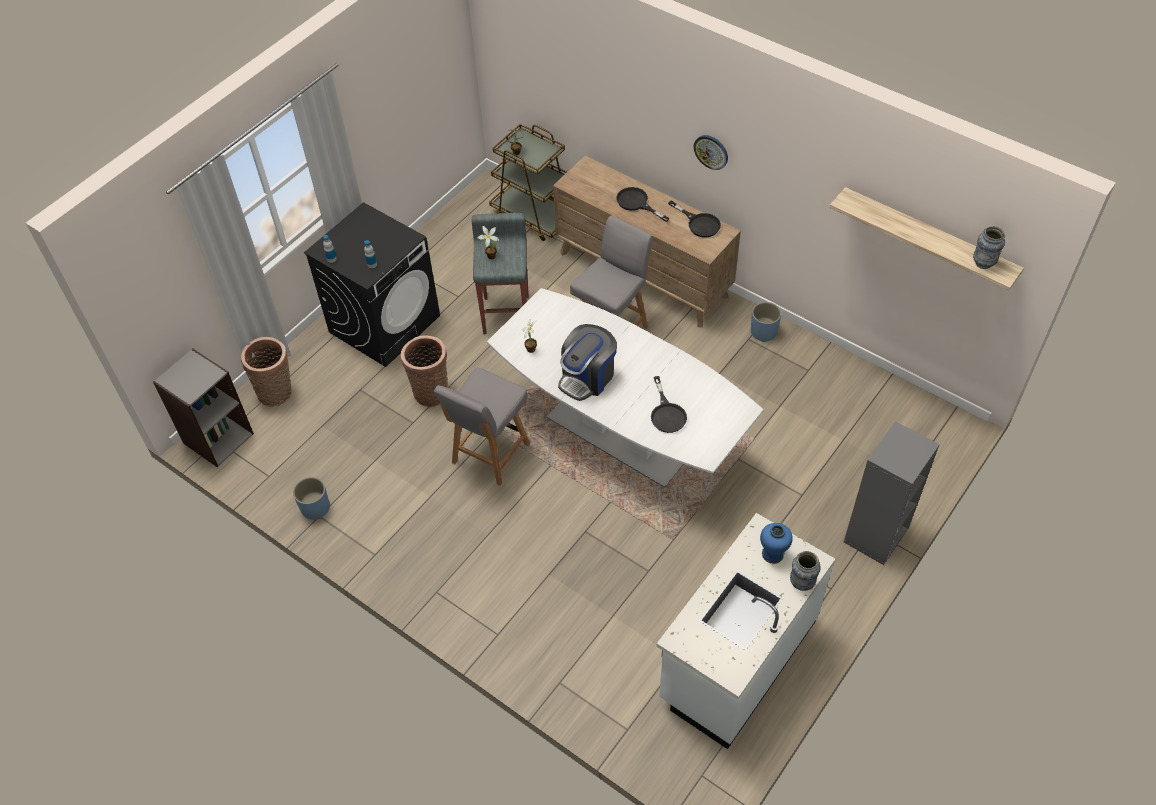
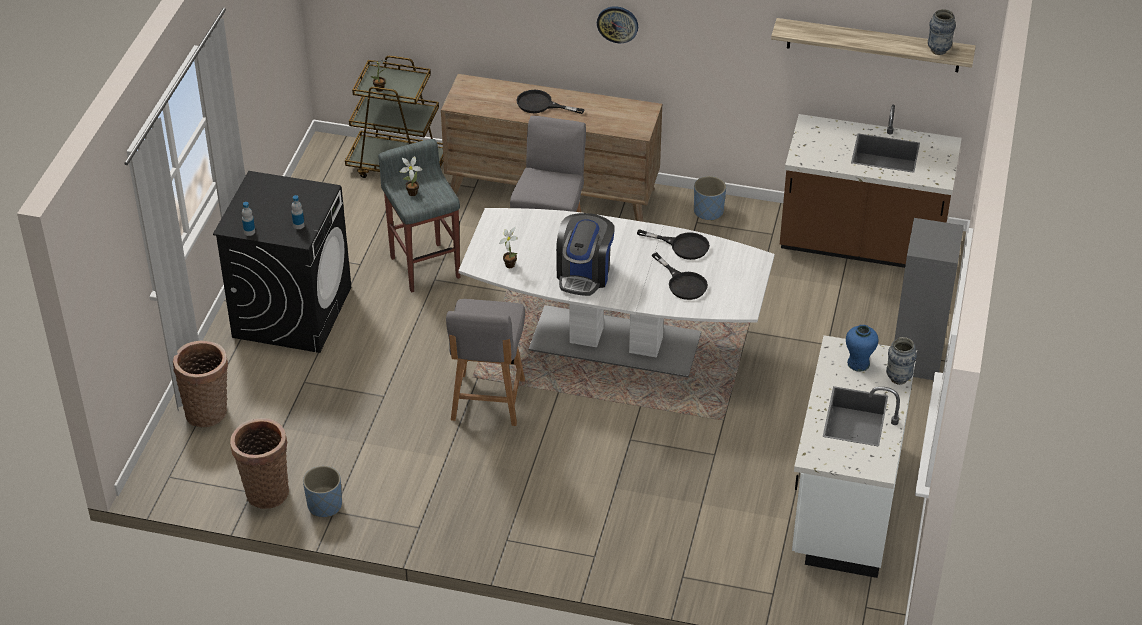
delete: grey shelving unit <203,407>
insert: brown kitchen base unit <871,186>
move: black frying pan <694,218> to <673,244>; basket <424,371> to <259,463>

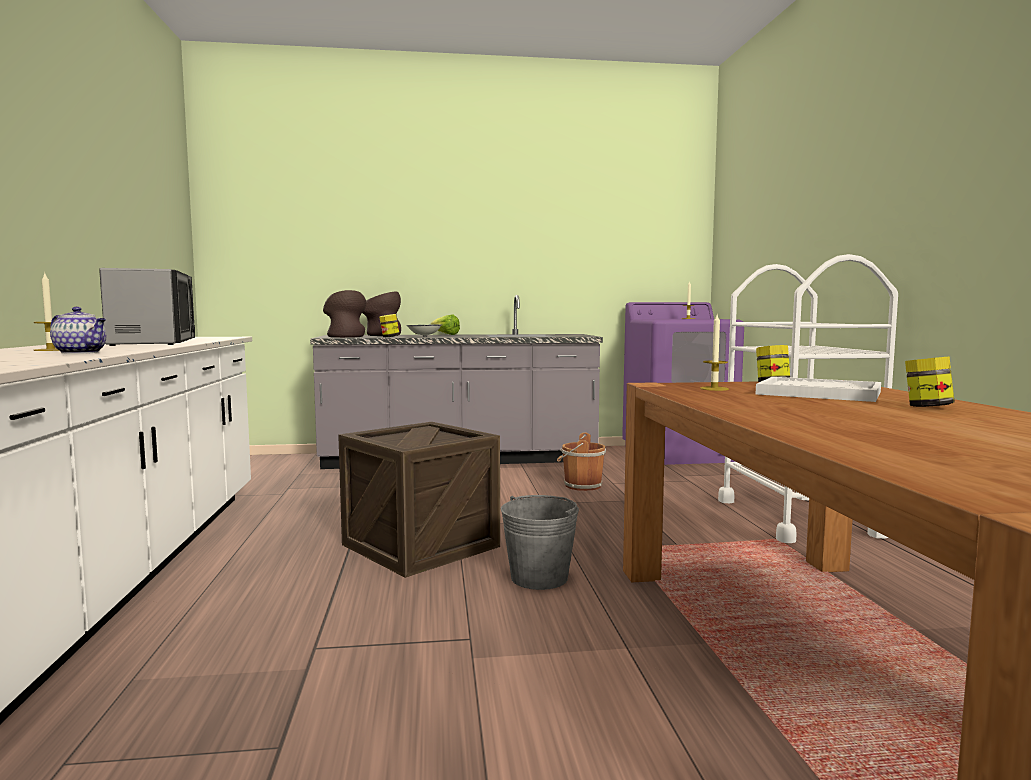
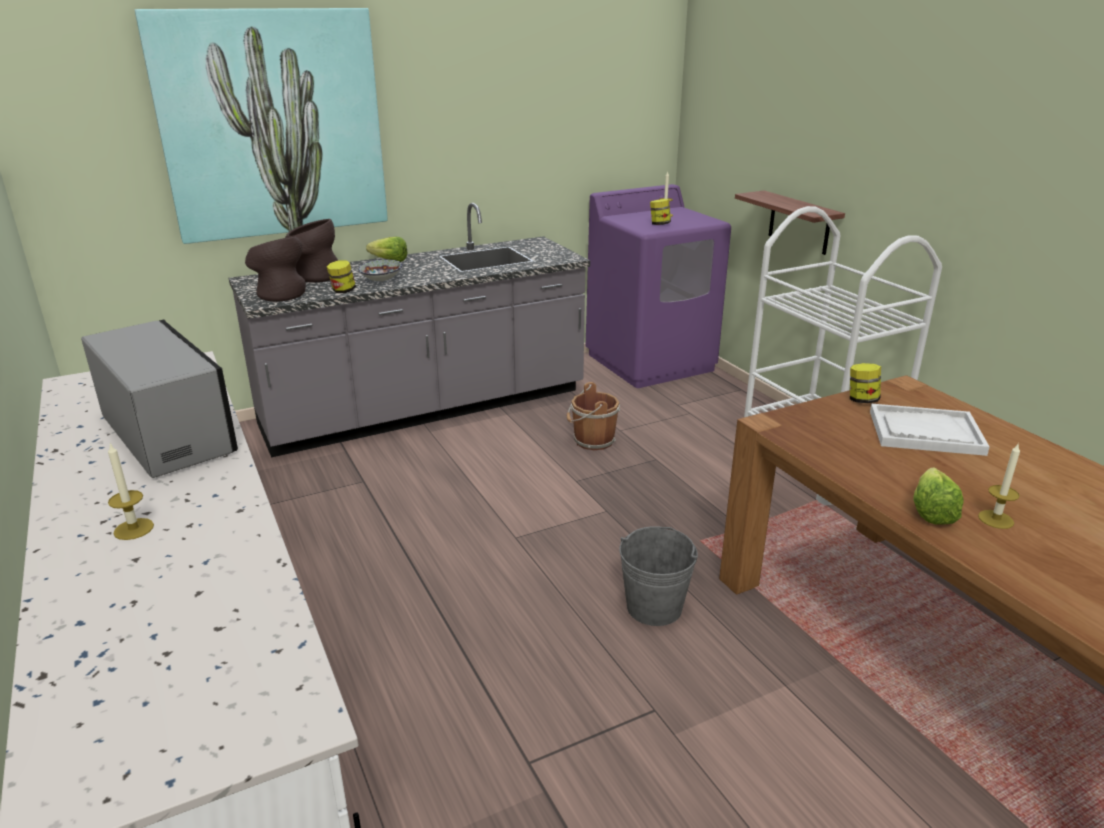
delete: pot for tea <78,330>; shipping crate <419,500>
insert: wall art <261,126>; shelf <790,223>; head of lettuce <938,496>
move: wax candle <714,353> to <999,486>; preserve jar <930,382> to <660,212>

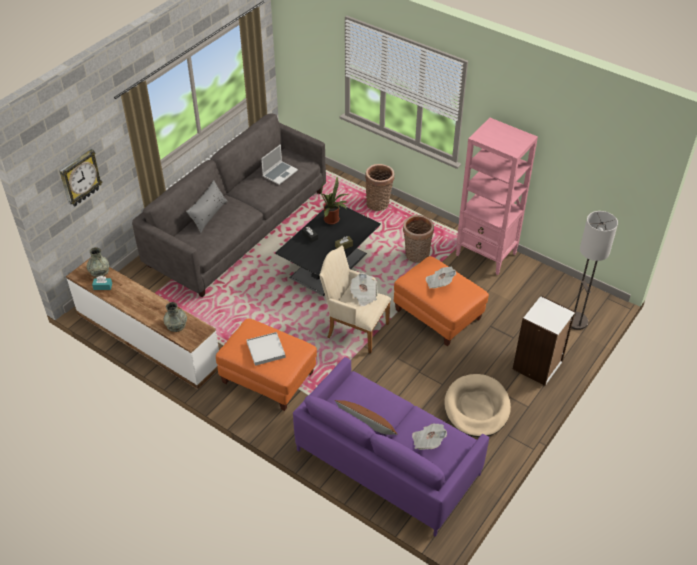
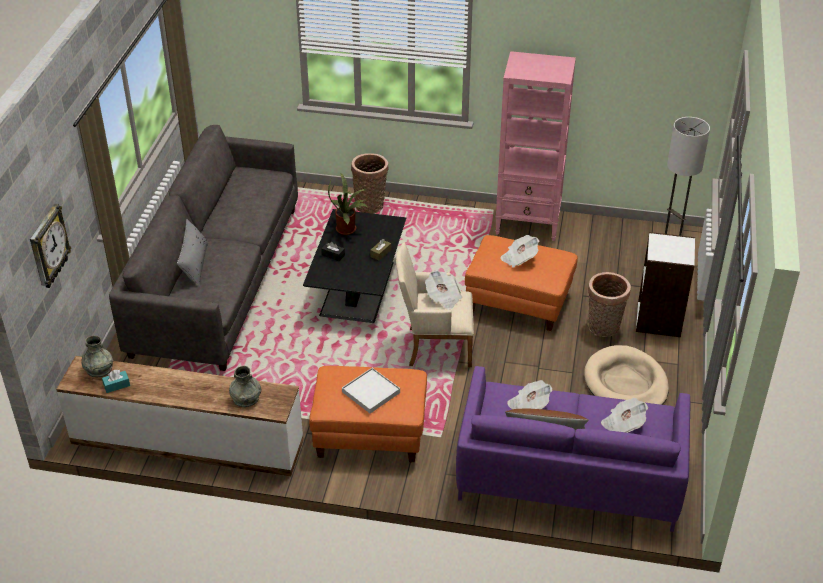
delete: laptop <279,164>
insert: daily paper <530,394>
move: basket <418,239> to <609,304>

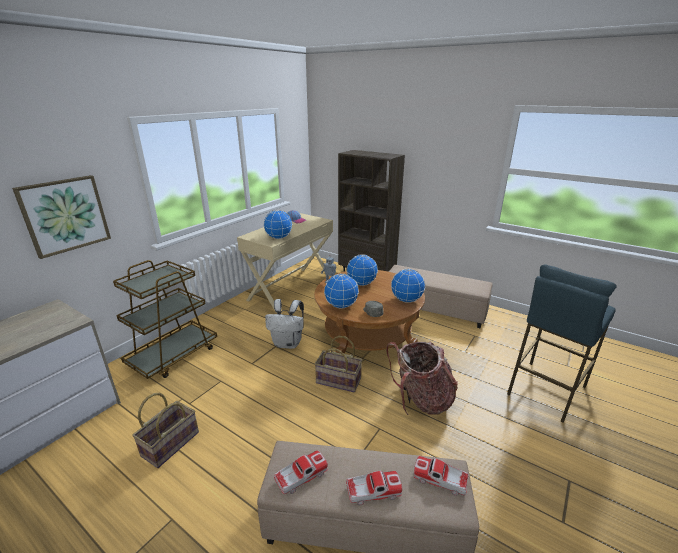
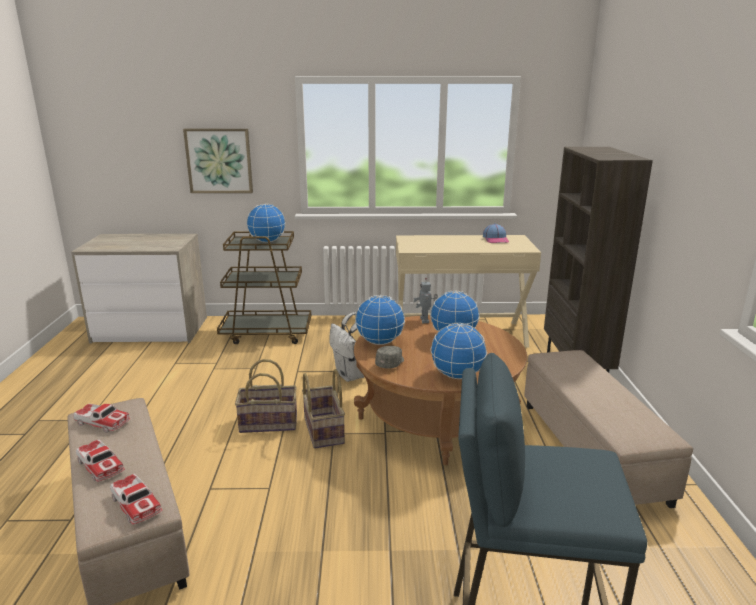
delete: knapsack <422,378>
move: world globe <277,224> to <266,223>; basket <165,430> to <266,396>
rotate: miniature car <441,476> = <136,499> 150 degrees clockwise

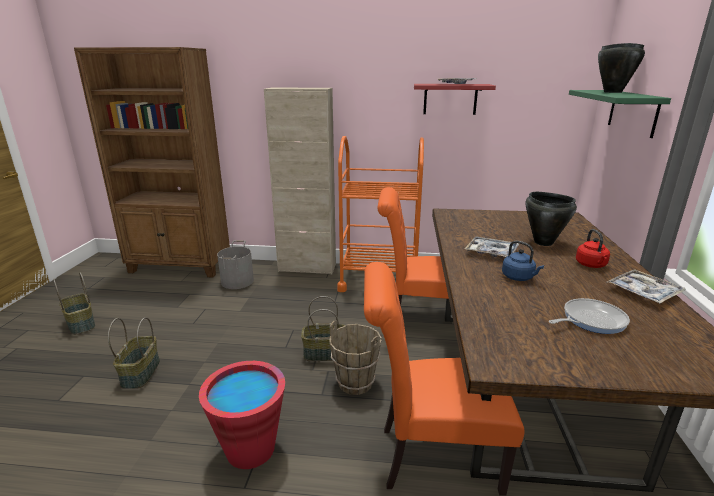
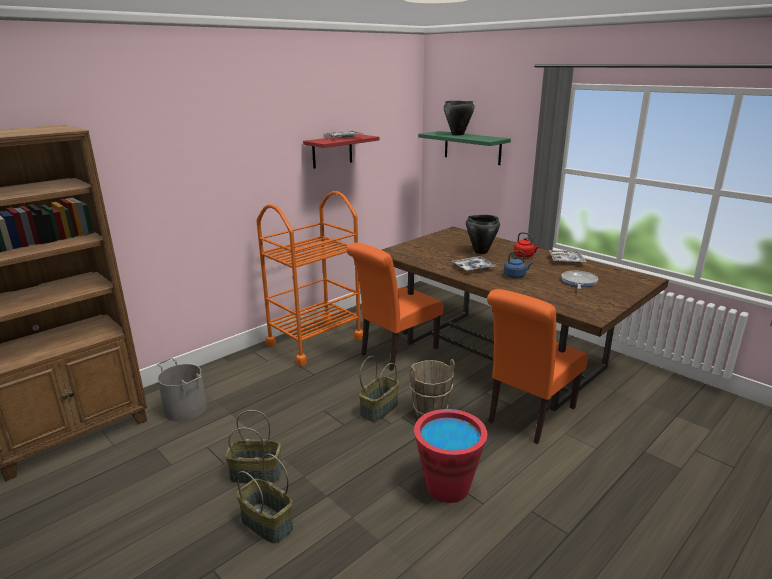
delete: beige cabinet <300,181>
move: basket <74,303> to <253,446>

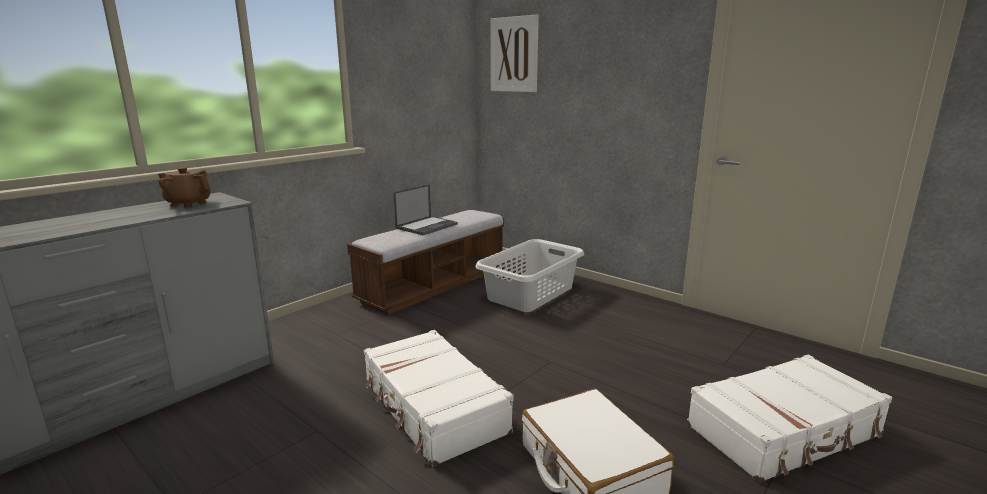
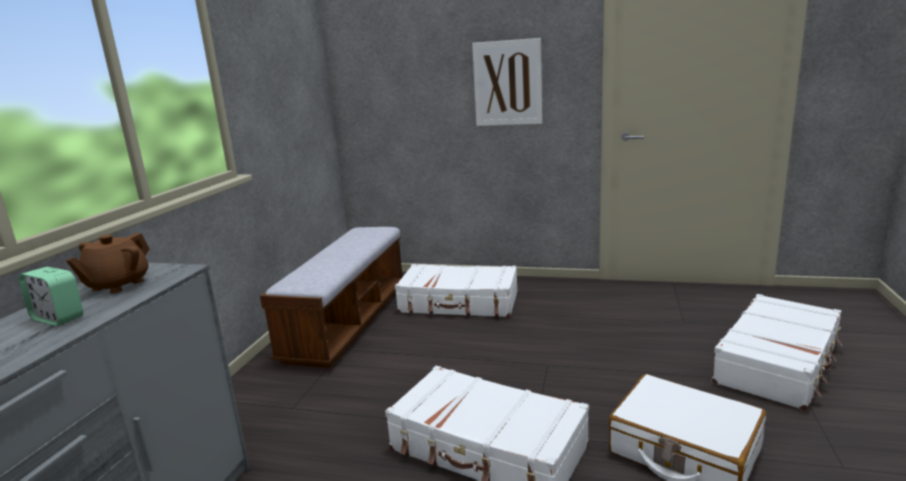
delete: laptop <425,209>
insert: alarm clock <51,296>
move: wall art <514,53> to <507,82>
replace: grey washing basket <529,275> to whitish suitcase <456,290>
rotate: brown pot for tea <184,187> = <108,263> 60 degrees counterclockwise

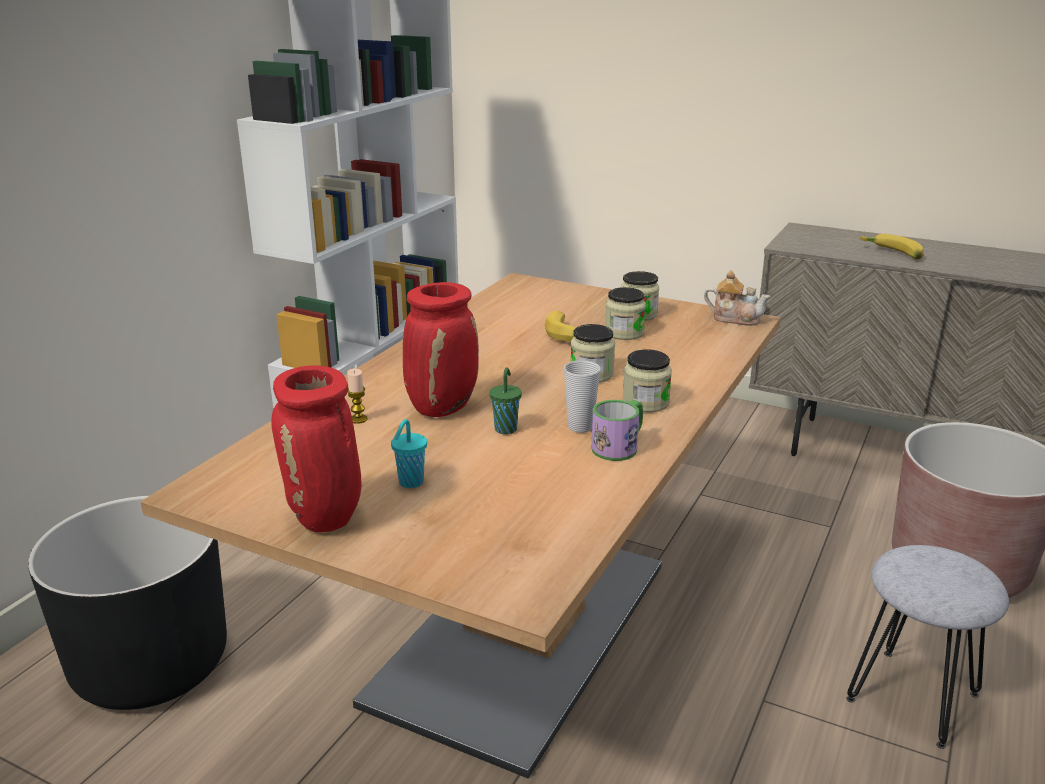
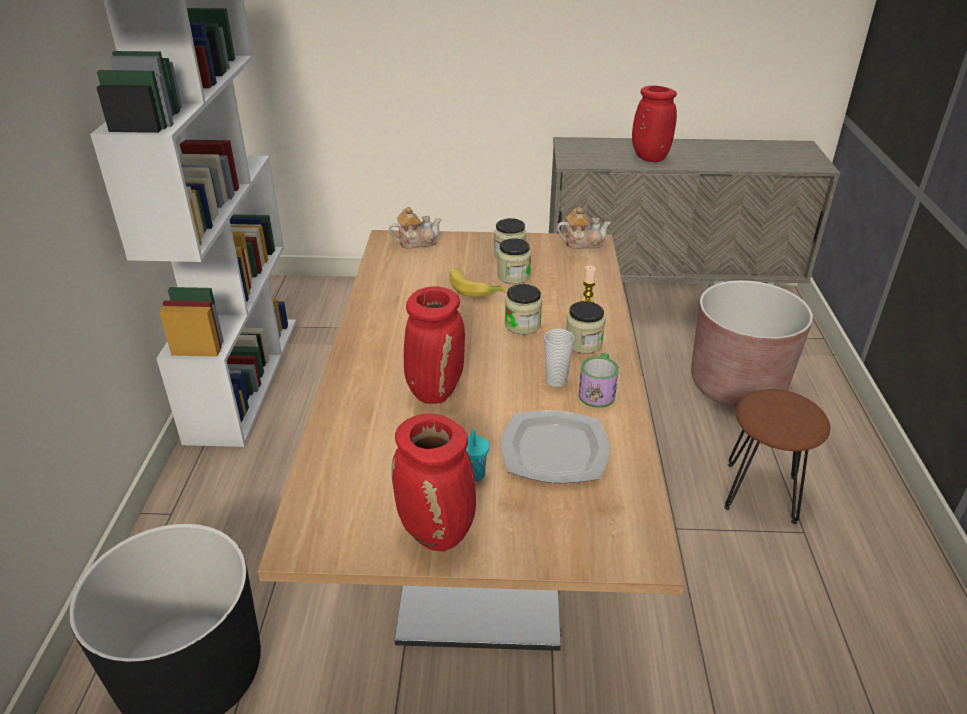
delete: greenish small cup <505,400>
insert: pot for tea <415,228>; flat dish <555,446>
move: wax candle <357,396> to <588,284>
replace: banana <892,247> to reddish vase <654,123>
recolor: grey stool <928,647> to brown stool <777,456>

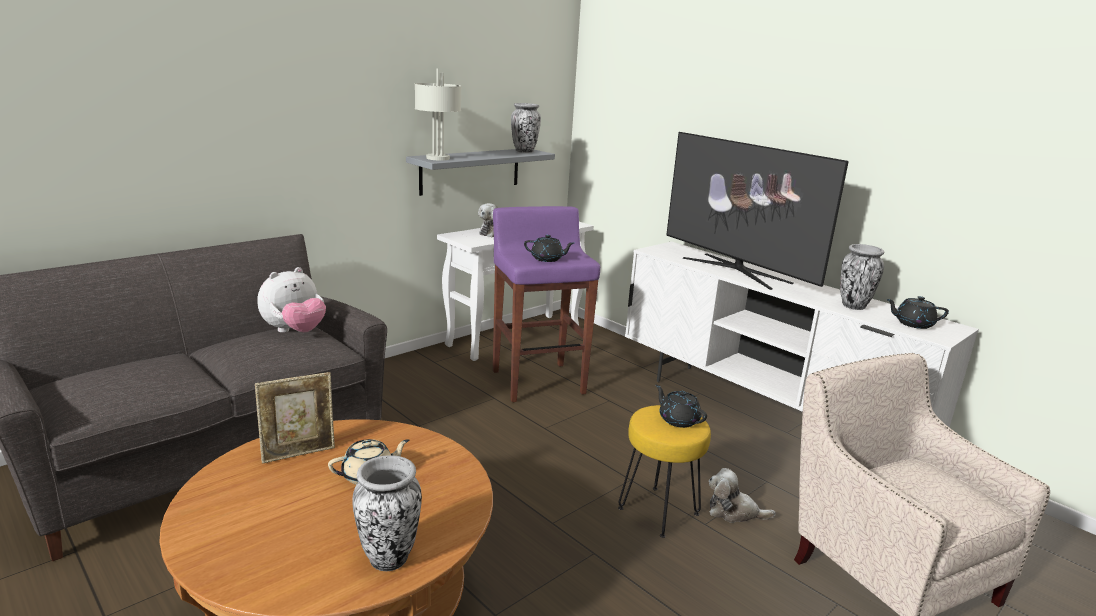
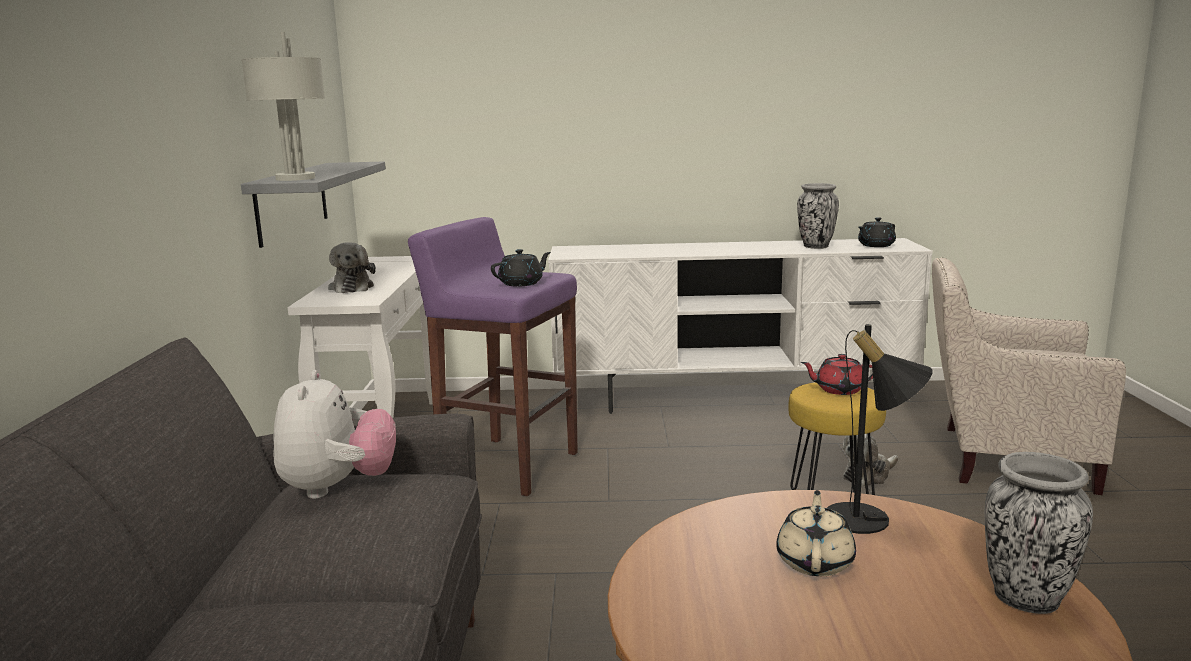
delete: vase <526,128>; television <757,211>; photo frame <295,418>
insert: black table lamp <880,429>
recolor: black pot for tea <681,406> to reddish pot for tea <837,374>

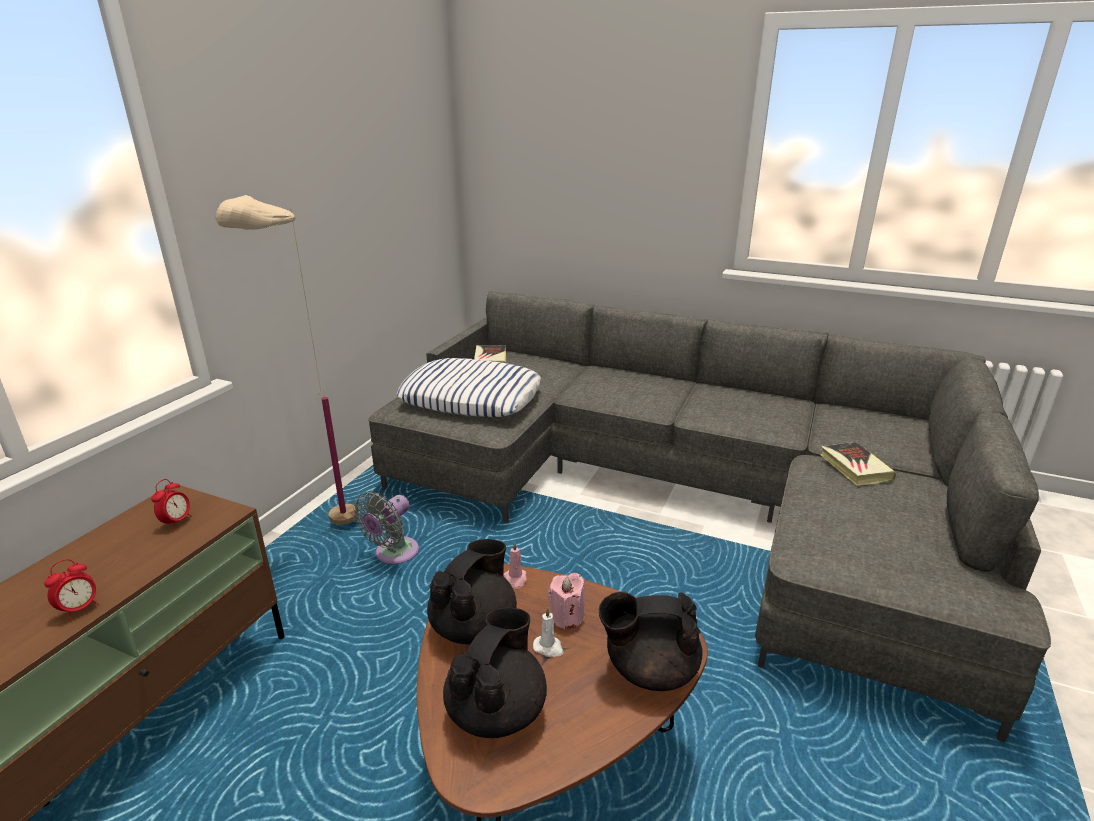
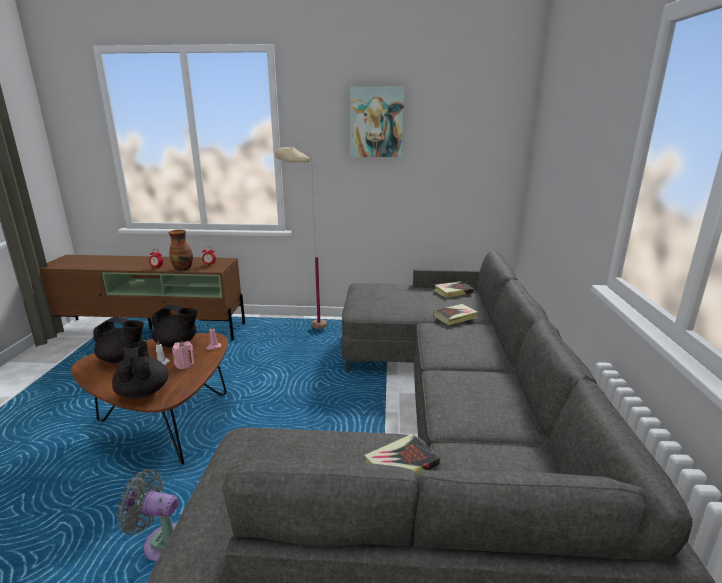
delete: pillow <469,387>
insert: wall art <377,122>; vase <180,250>; bound book <455,314>
move: grey cooling fan <386,528> to <147,515>

